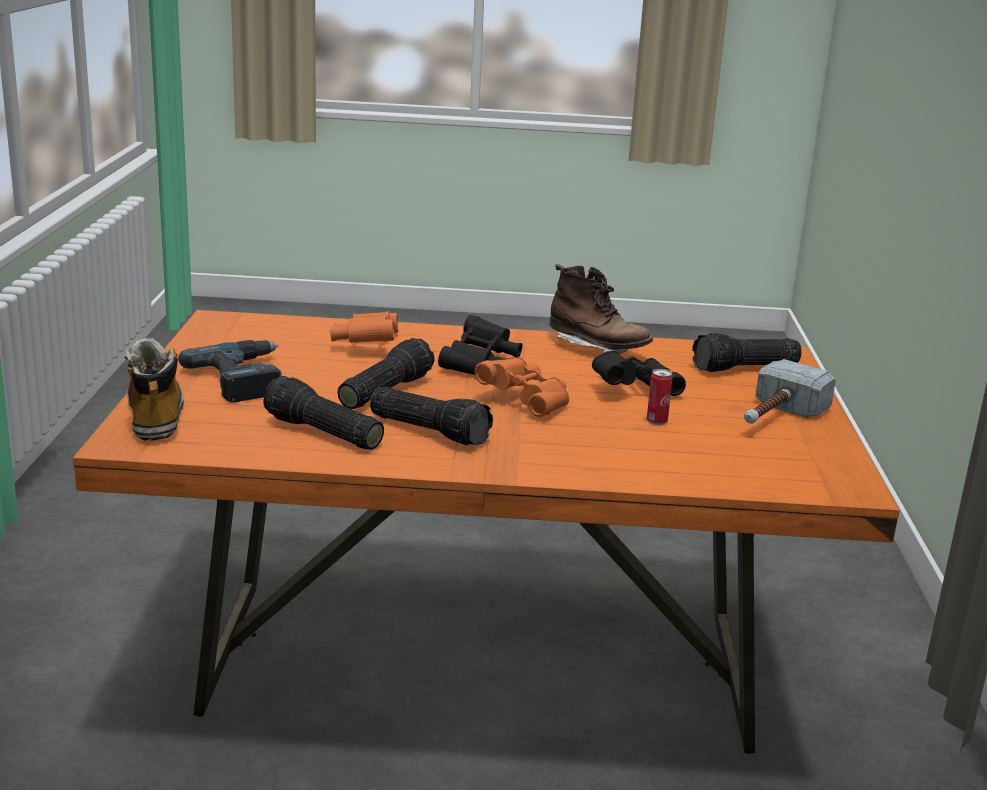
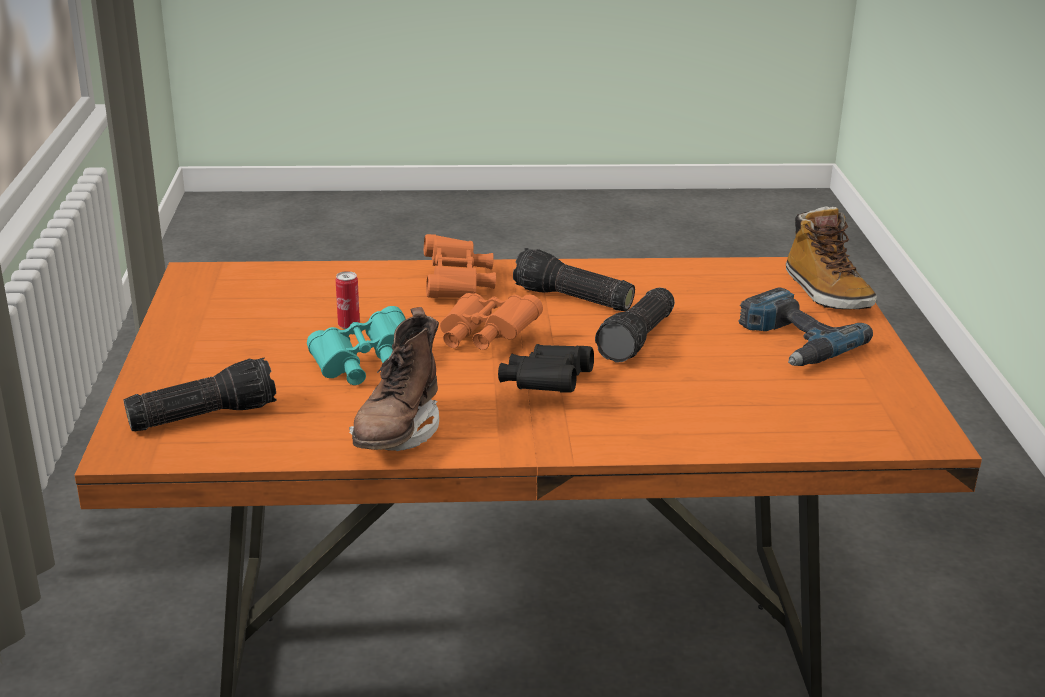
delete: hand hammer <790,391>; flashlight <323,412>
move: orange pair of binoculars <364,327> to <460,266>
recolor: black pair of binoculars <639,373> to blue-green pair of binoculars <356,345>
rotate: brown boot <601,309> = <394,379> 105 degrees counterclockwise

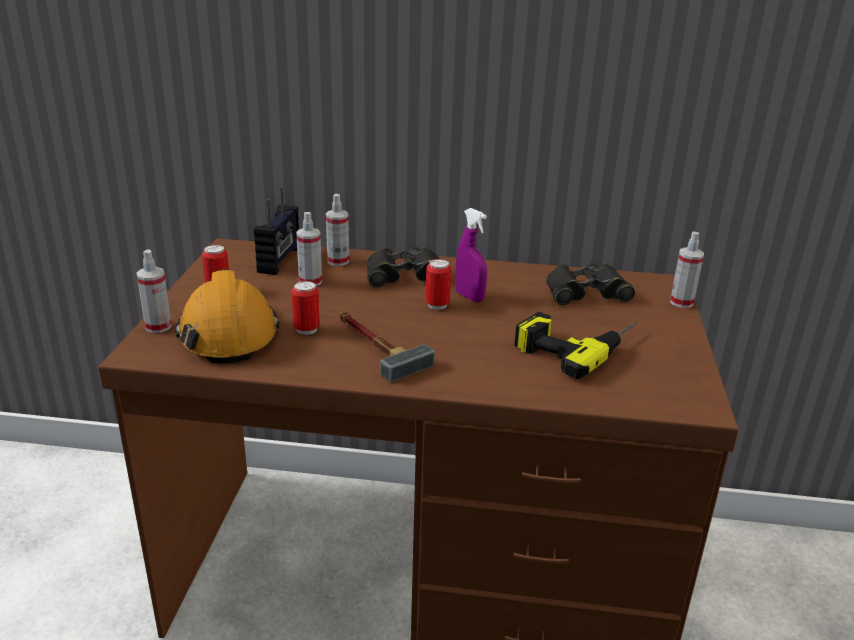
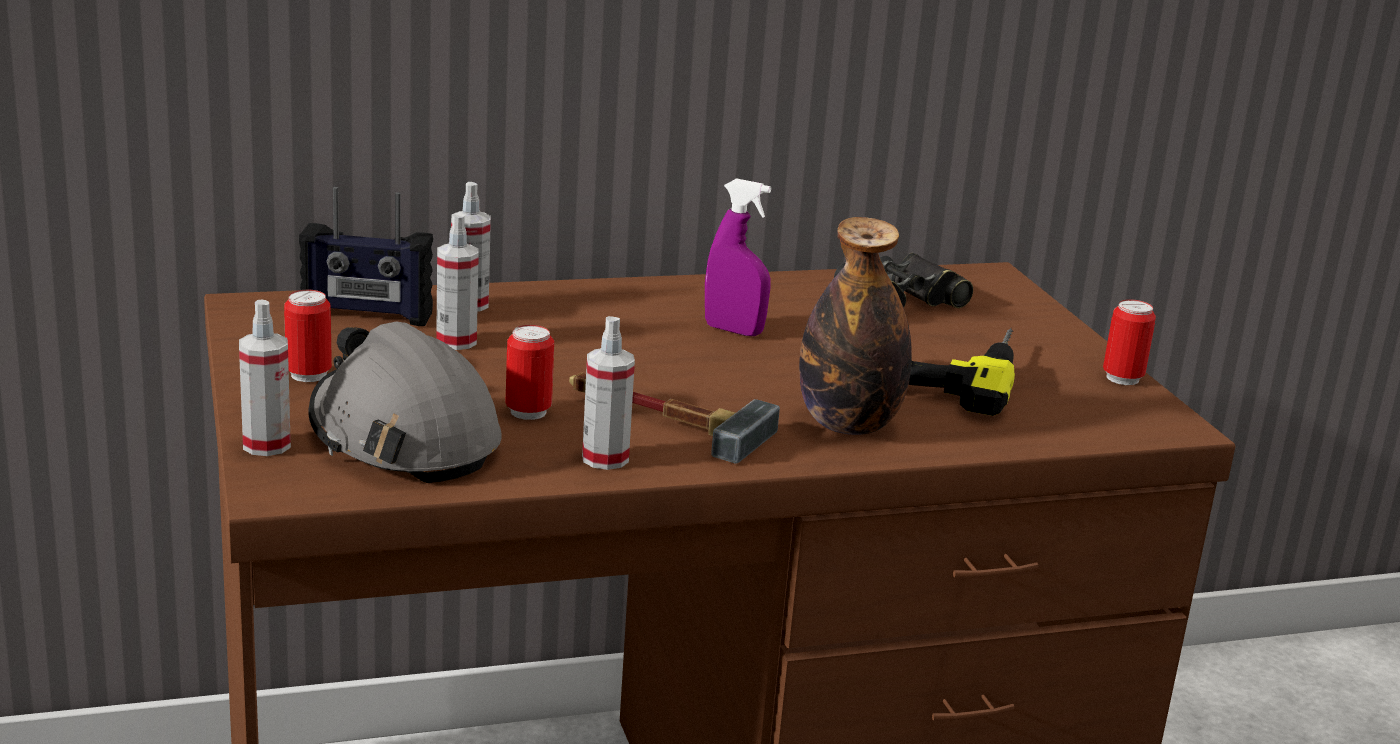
delete: black pair of binoculars <402,267>
insert: drink bottle <855,326>
move: hand sprayer <687,269> to <608,393>; metal can <438,284> to <1129,342>
recolor: orange safety helmet <227,316> to grey safety helmet <405,402>
rotate: radio set <276,231> = <366,256> 105 degrees clockwise

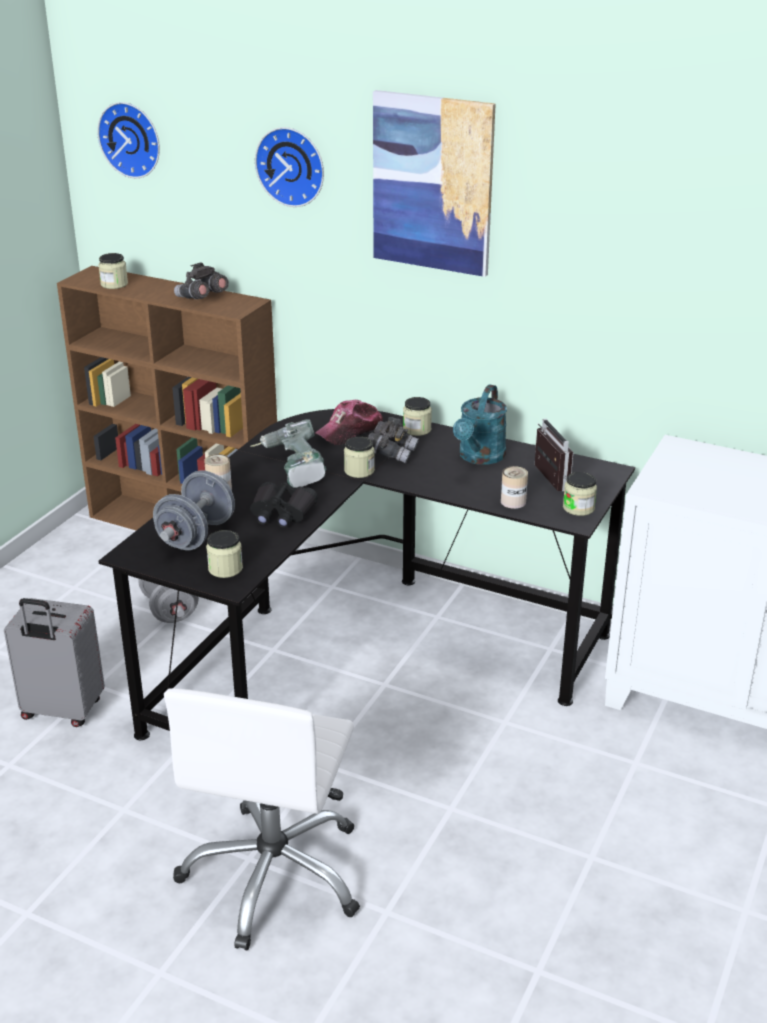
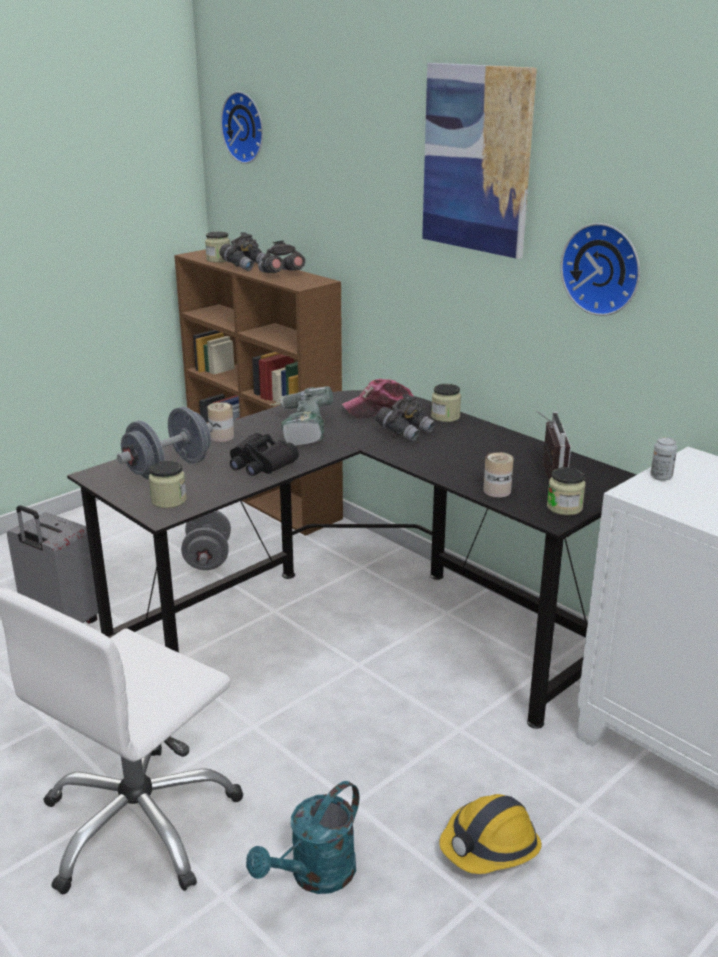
delete: preserve jar <359,457>
insert: grey pair of binoculars <242,251>; metal can <663,459>; safety helmet <490,834>
move: clock on the wall <289,167> to <600,269>; blue-green watering pot <480,425> to <302,837>

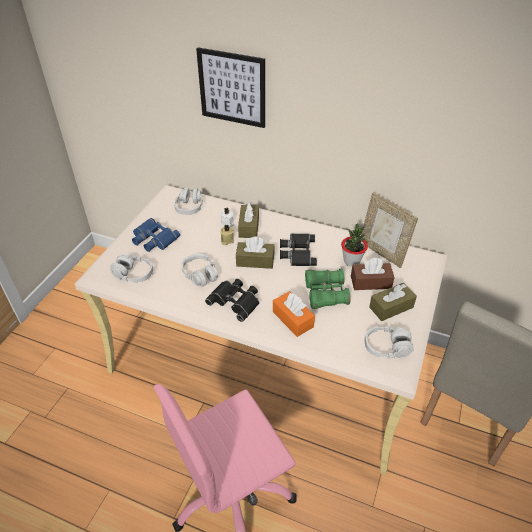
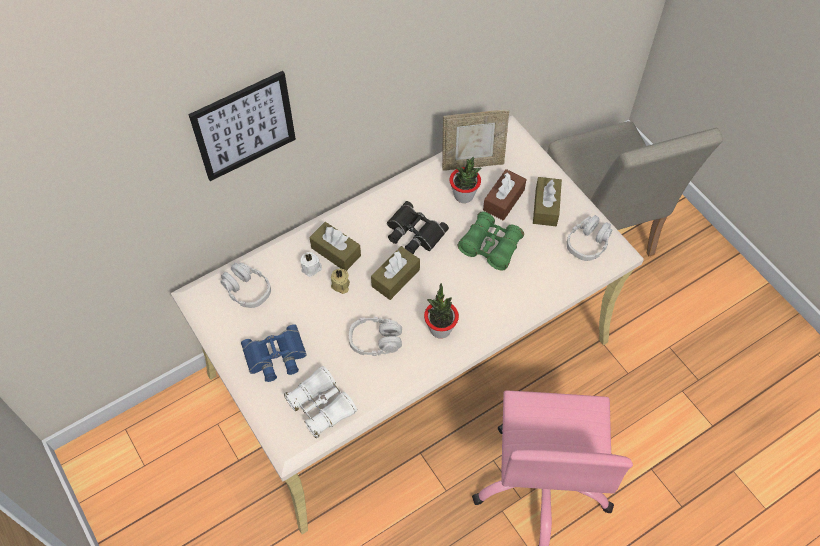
delete: orange tissue box <294,314>
replace: grey pair of headphones <131,268> to whitish pair of binoculars <320,402>; black pair of binoculars <232,300> to potted plant <441,311>

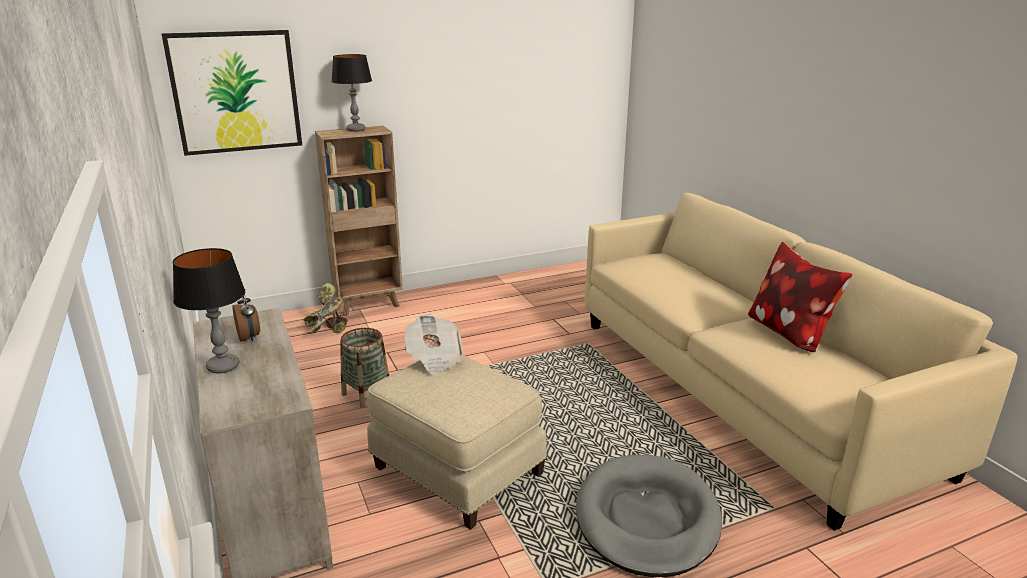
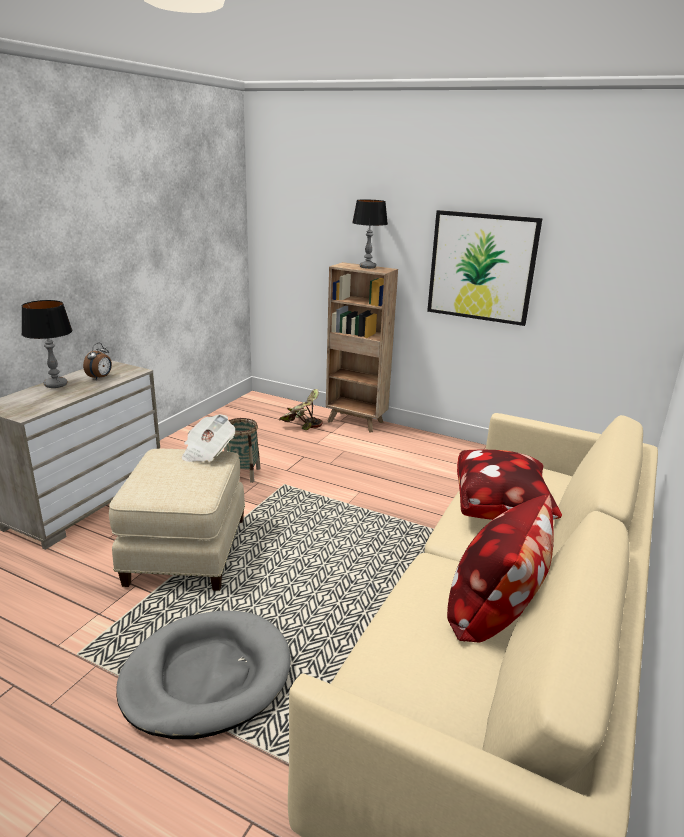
insert: pillow <509,485>
move: wall art <232,93> to <484,268>

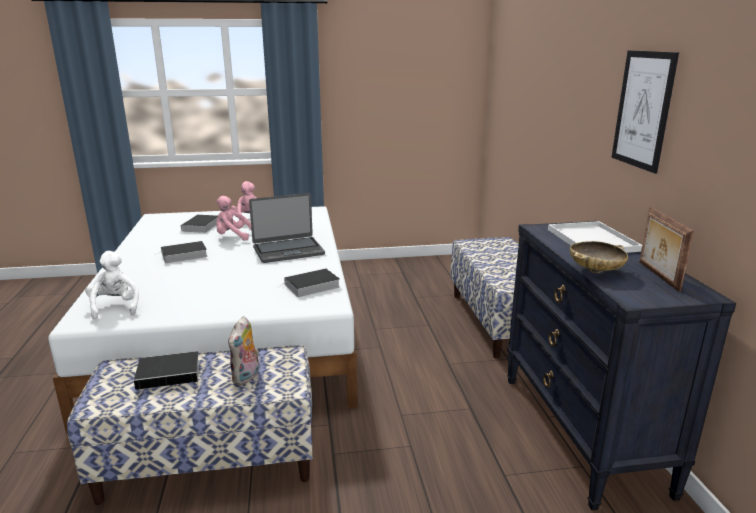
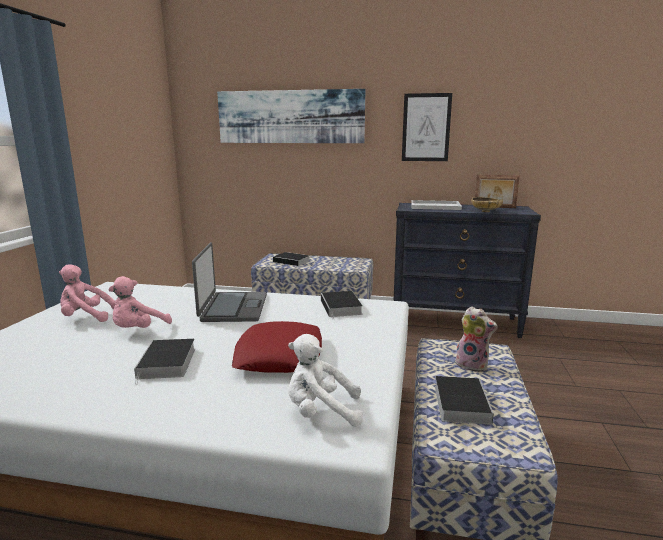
insert: wall art <291,116>; reddish pillow <277,347>
move: bound book <199,224> to <291,259>

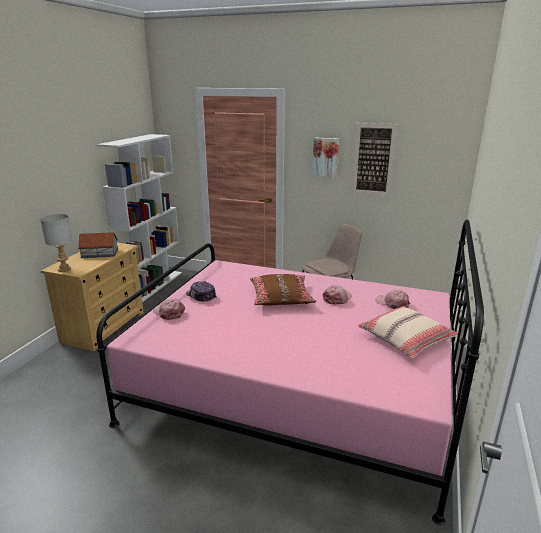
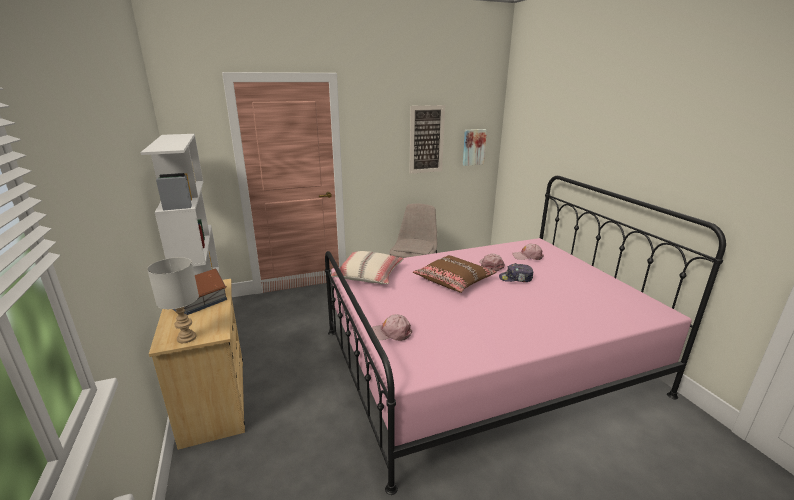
move: wall art <325,157> to <475,147>; baseball cap <201,291> to <516,272>; beige pillow <407,332> to <367,267>

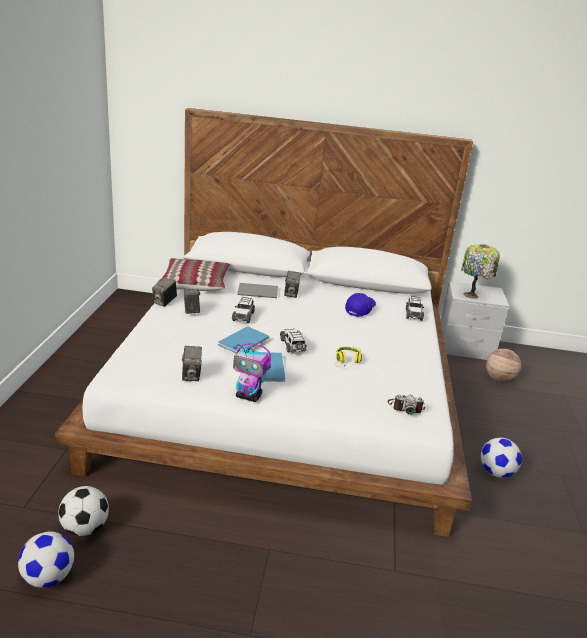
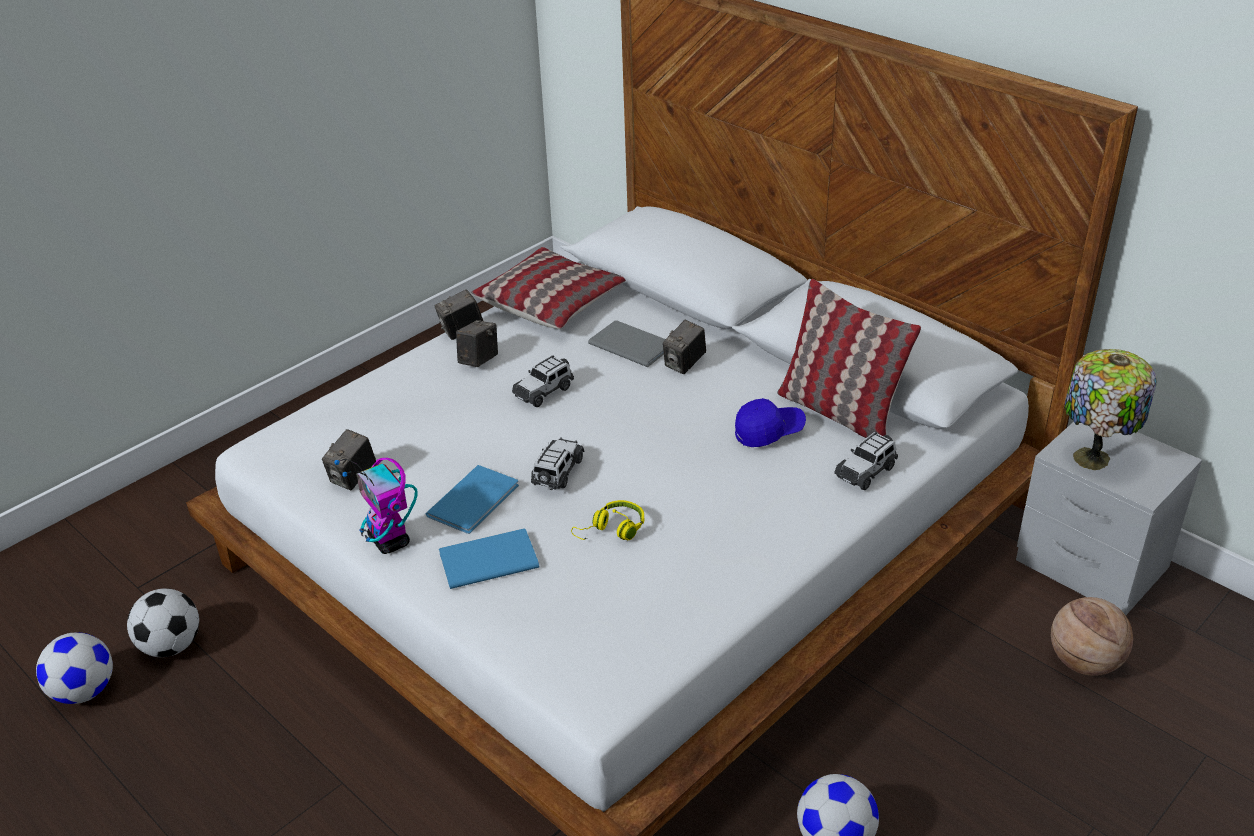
delete: photo camera <406,405>
insert: pillow <849,358>
move: bluish bound book <243,339> to <489,558>

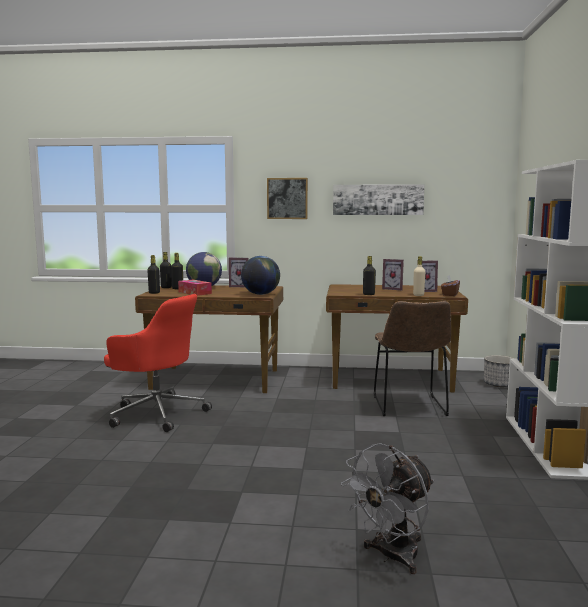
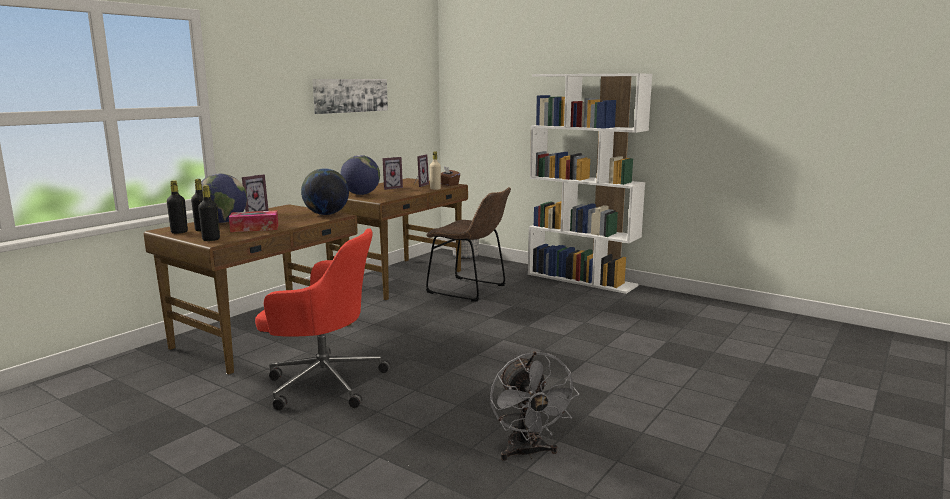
delete: wall art <287,198>; black drink bottle <369,275>
insert: world globe <360,175>
move: grey cooling fan <387,508> to <534,406>
rotate: reddish office chair <158,363> = <322,319> 45 degrees clockwise

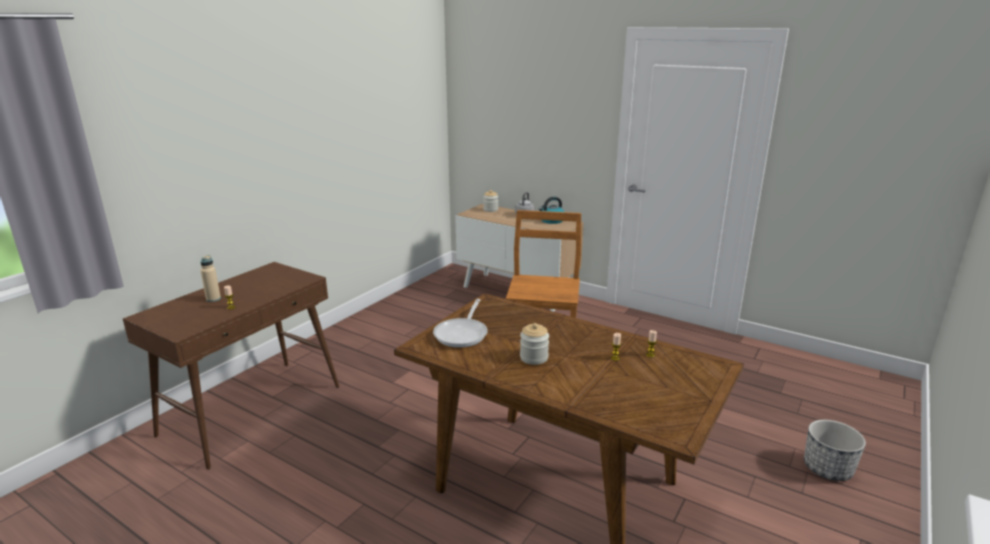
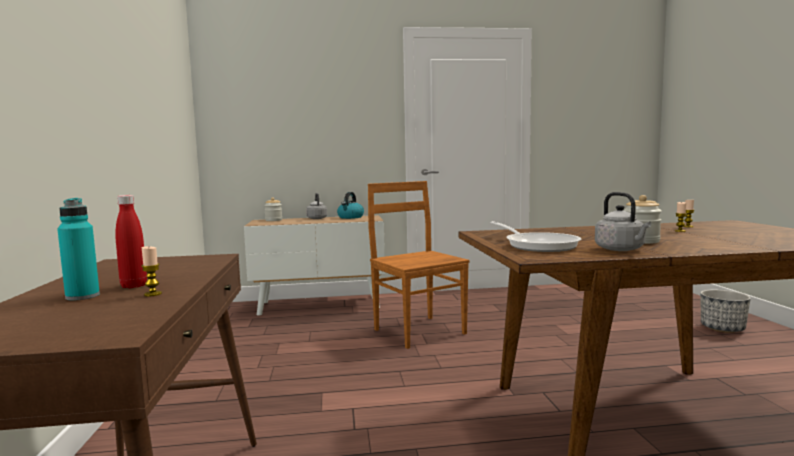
insert: grey water kettle <623,221>; reddish drink bottle <131,241>
recolor: beige drink bottle <210,278> to blue-green drink bottle <78,249>

